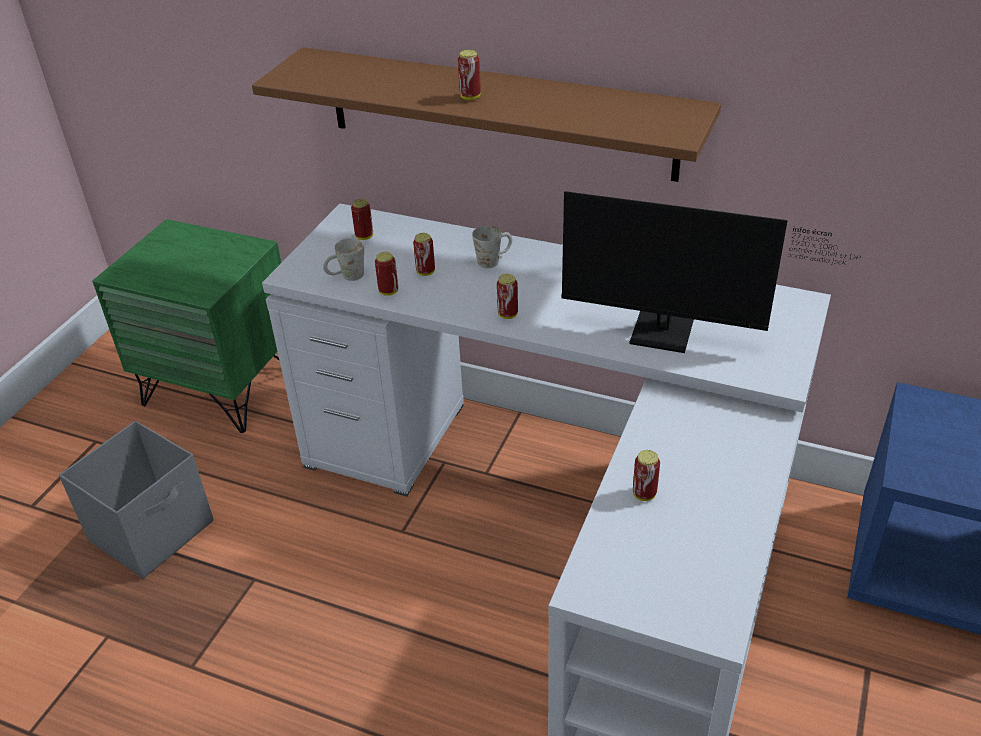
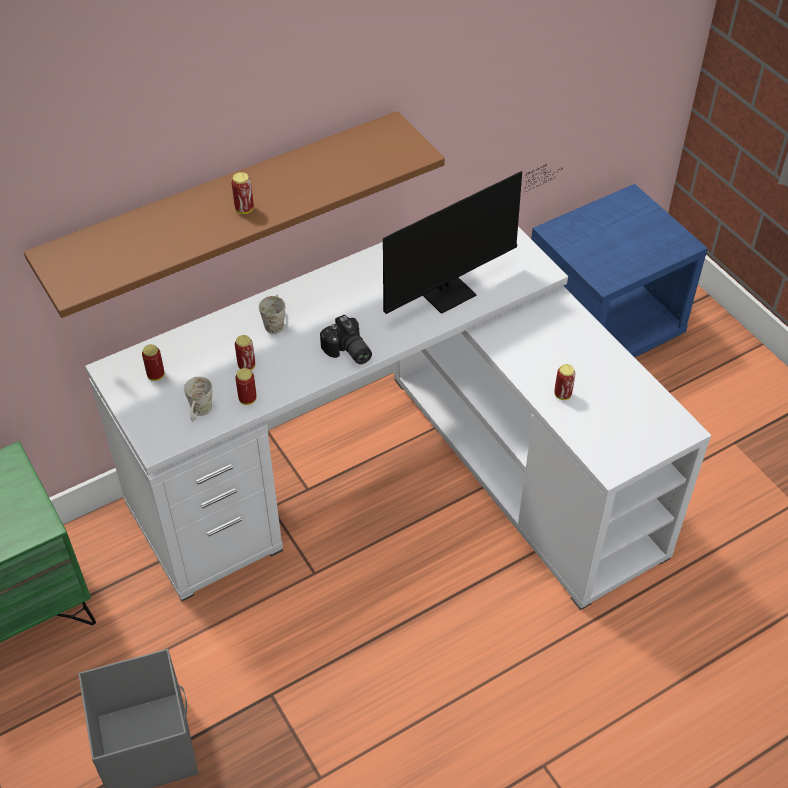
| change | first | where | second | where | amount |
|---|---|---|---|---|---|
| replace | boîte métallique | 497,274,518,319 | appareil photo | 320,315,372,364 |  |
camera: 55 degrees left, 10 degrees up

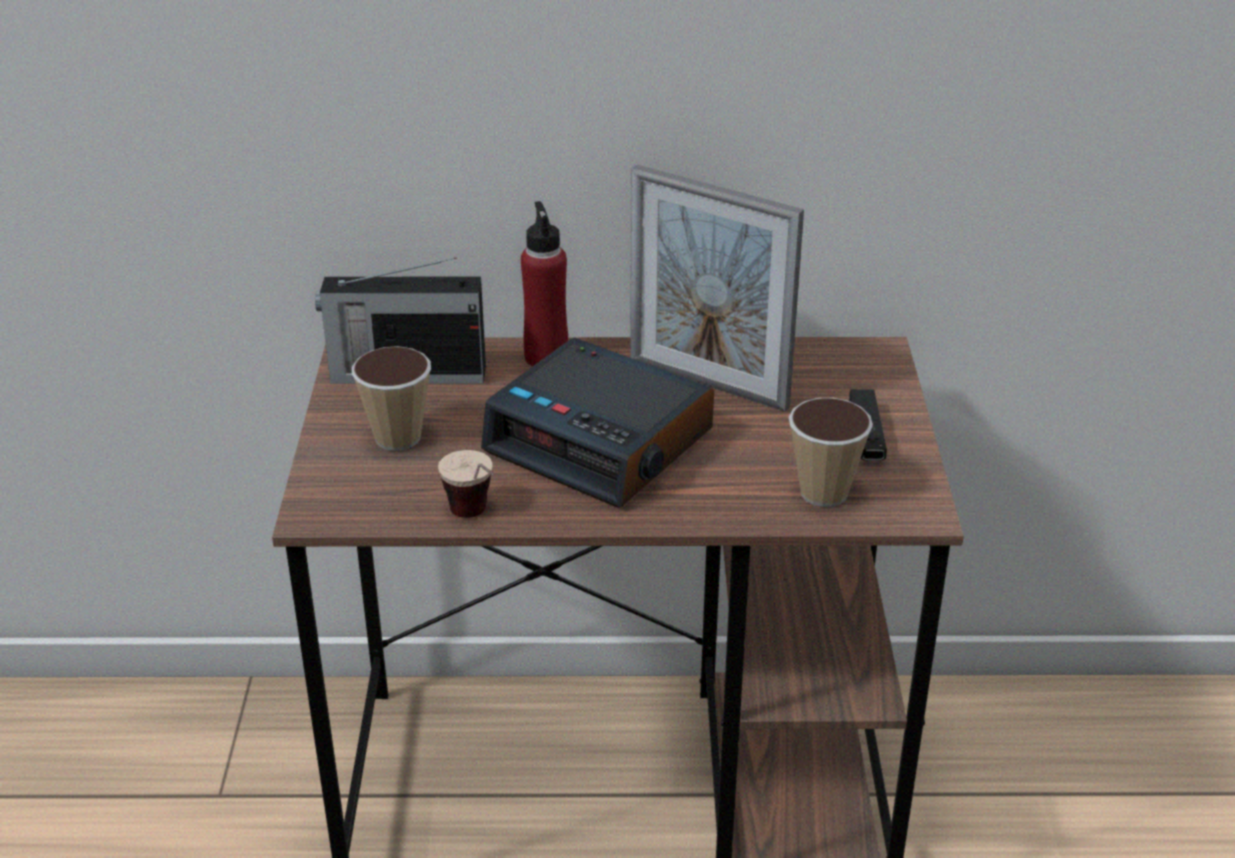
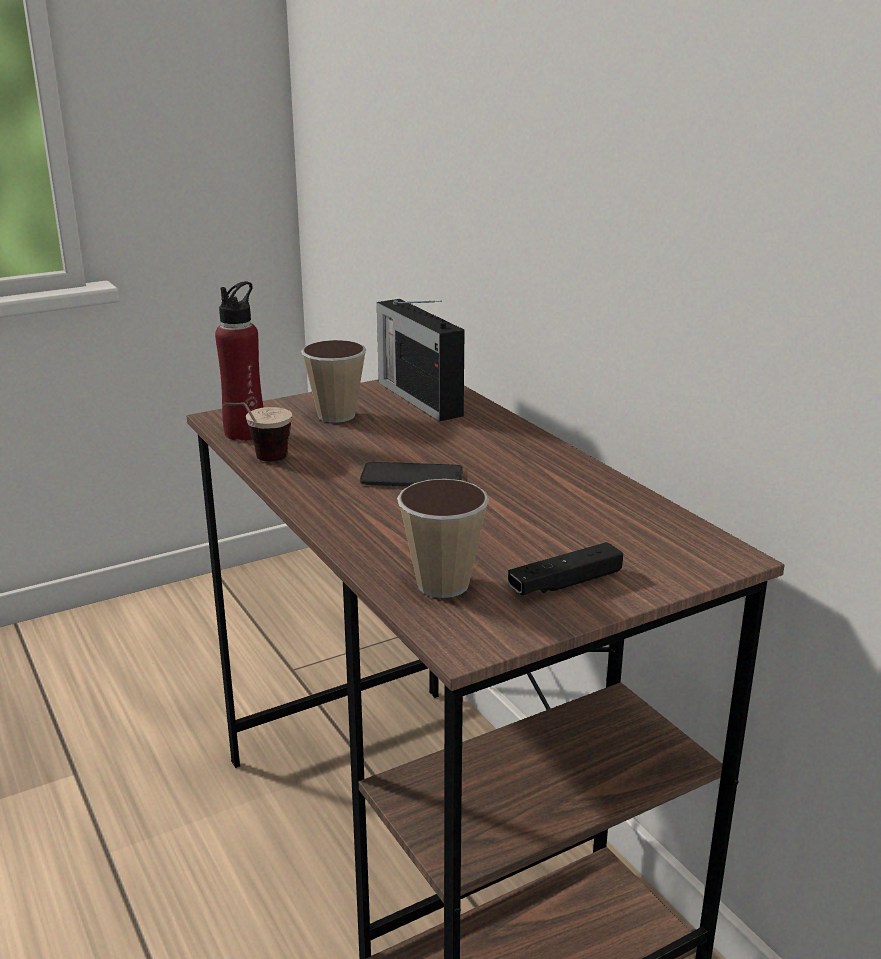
| change | first | where | second | where | amount |
|---|---|---|---|---|---|
| delete | cadre photo | 630,165,804,412 |  |  |  |
| move | bouteille [rouge] | 521,201,569,366 |  | 215,281,263,441 |  |
| replace | réveil | 481,337,714,508 | téléphone | 360,462,463,486 |  |
camera: 60 degrees right, 10 degrees down

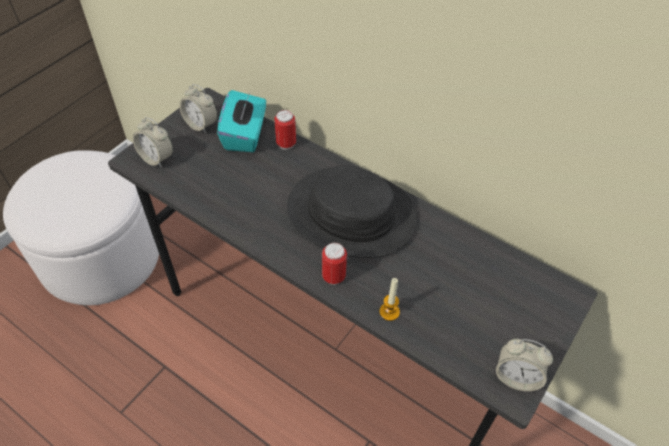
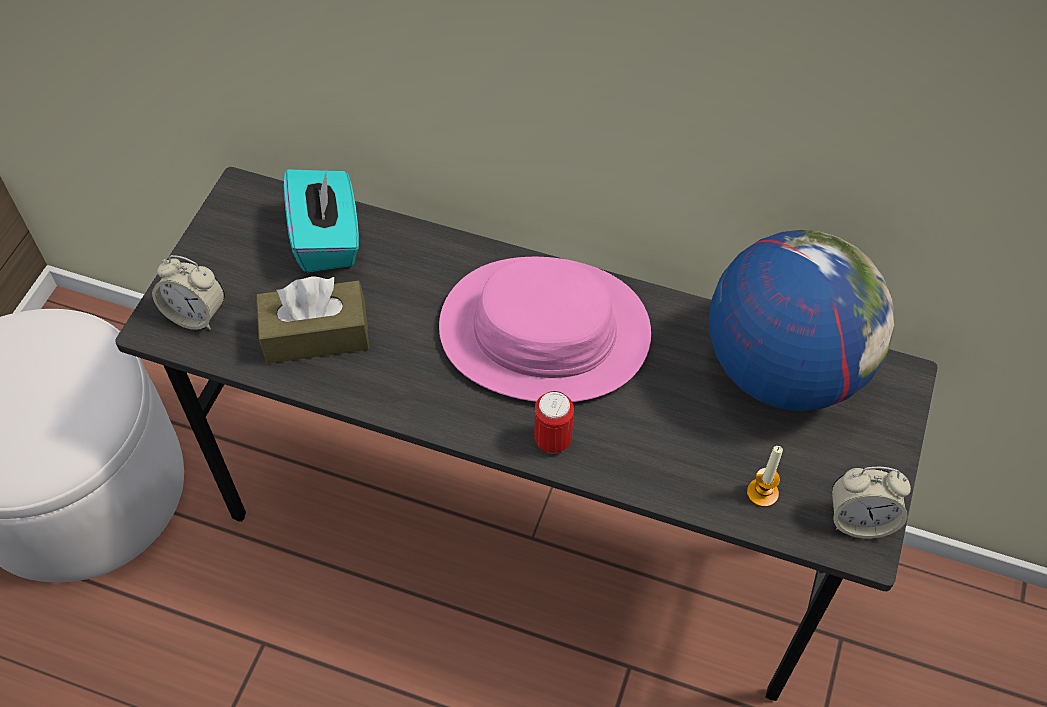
| change | first | where | second | where | amount |
|---|---|---|---|---|---|
| delete | réveil | 180,84,218,134 |  |  |  |
| delete | boîte métallique | 274,110,296,150 |  |  |  |
| insert |  |  | boîte à mouchoirs [marron] | 256,276,370,364 |  |
| insert |  |  | globe | 709,230,894,411 |  |
| move | bougie | 379,278,400,321 |  | 747,446,783,507 |  |
| recolor | chapeau [noir] | 287,166,417,258 | chapeau [rose] | 439,257,651,402 |  |
camera: 15 degrees left, 5 degrees up

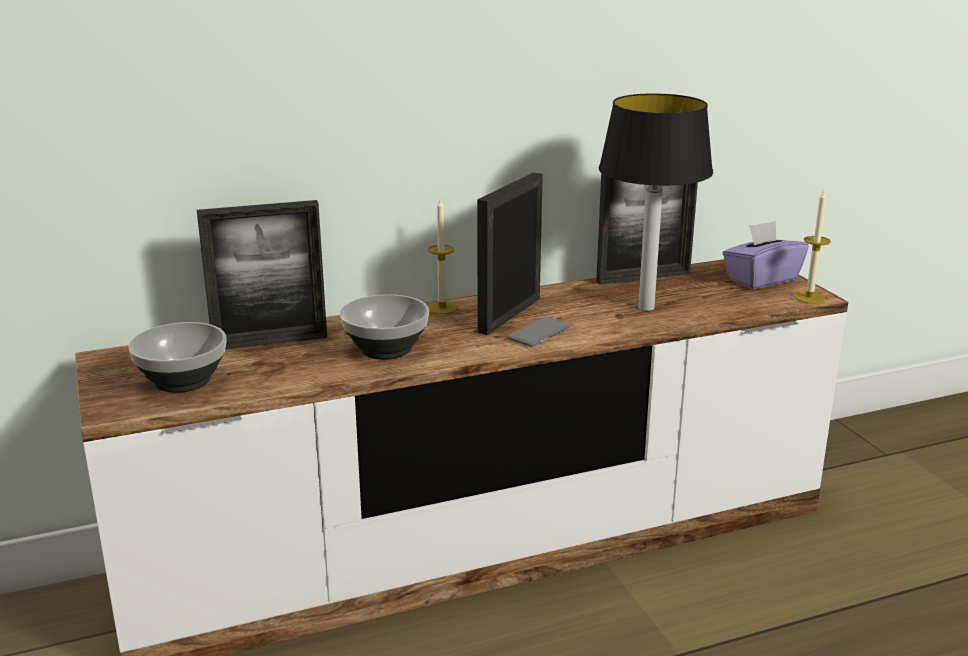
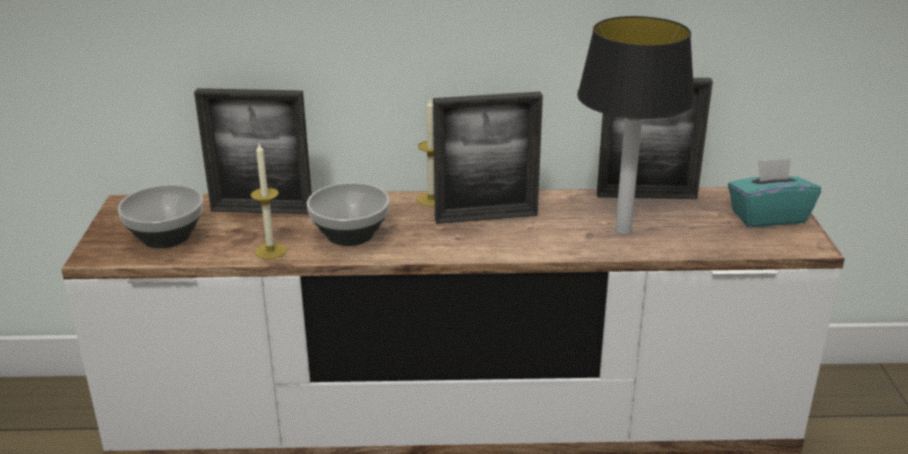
| change | first | where | second | where | amount |
|---|---|---|---|---|---|
| delete | téléphone | 507,317,570,347 |  |  |  |
| move | bougie | 794,191,831,304 |  | 250,143,287,259 |  |
| recolor | boîte à mouchoirs [violet] | 723,221,809,290 | boîte à mouchoirs [turquoise] | 728,158,821,227 |  |
| rotate | cadre photo | 477,173,543,335 |  | 433,92,543,224 | 150 degrees counterclockwise |
camera: 20 degrees right, 5 degrees up

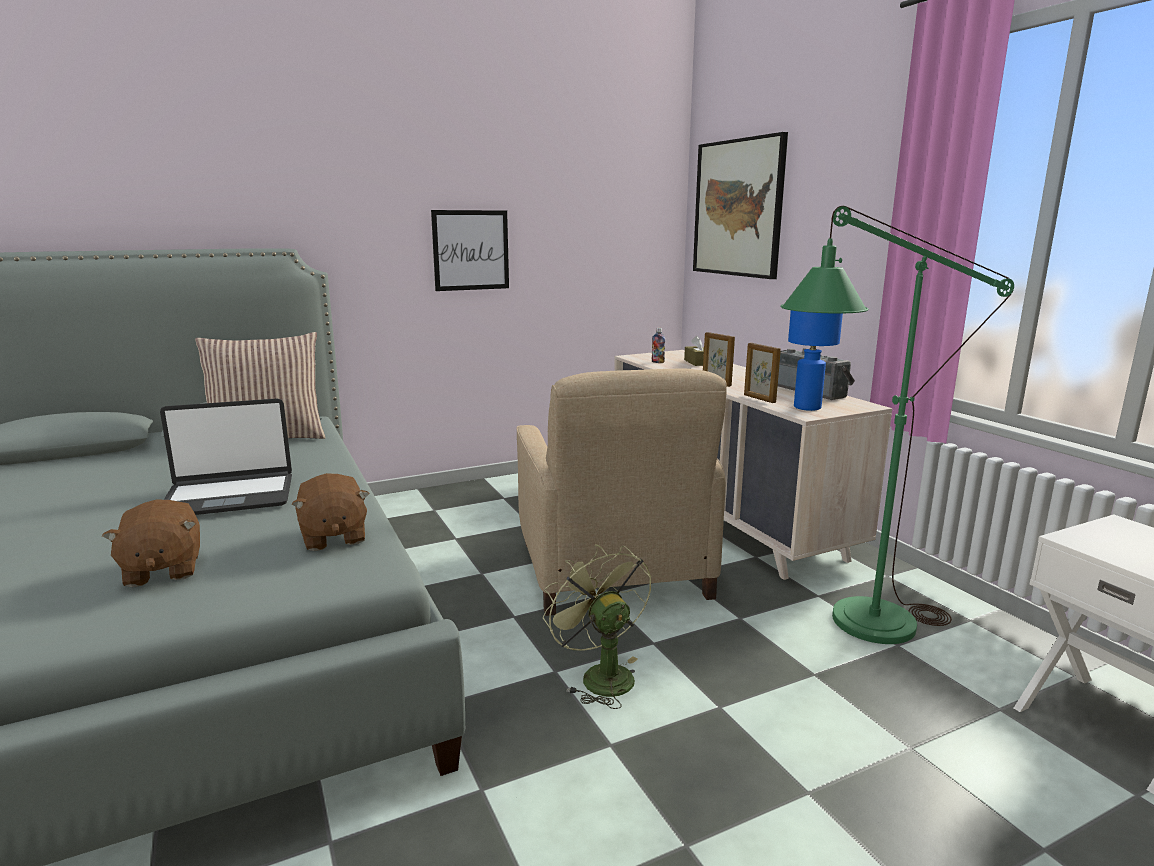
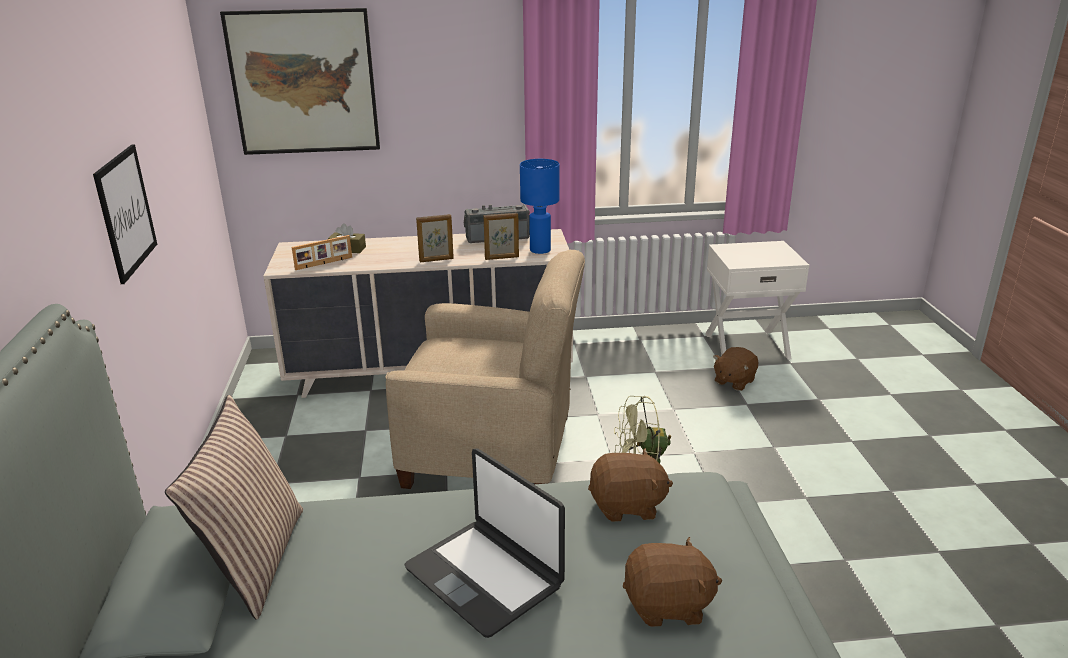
| change | first | where | second | where | amount |
|---|---|---|---|---|---|
| delete | lampadaire [vert] | 781,206,1014,644 |  |  |  |
| insert |  |  | peluche [marron] | 713,347,758,391 |  |
| replace | bouteille | 652,328,665,363 | cadre photo | 292,235,352,270 |  |
| rotate | ordinateur portable | 160,398,292,515 |  | 404,448,565,638 | 135 degrees clockwise |
camera: 70 degrees left, 10 degrees up

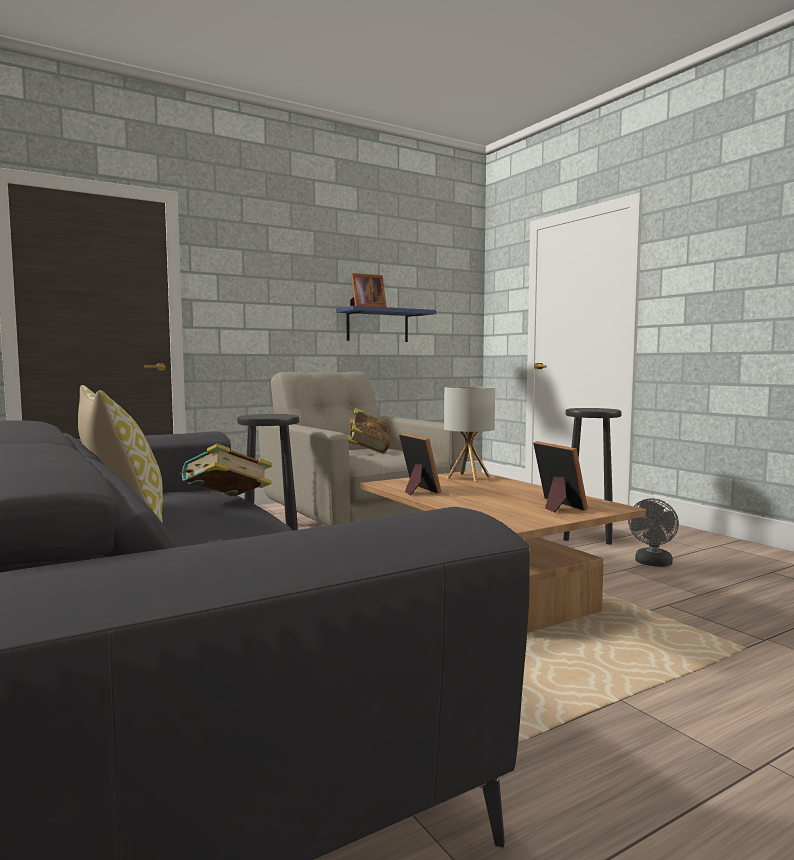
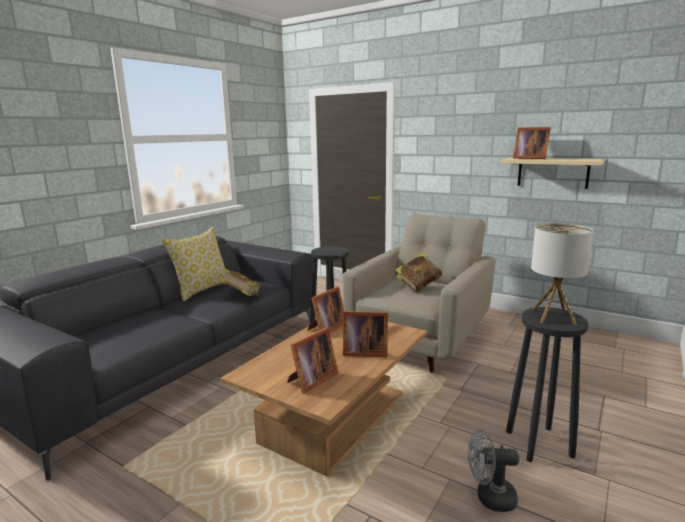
| change | first | where | second | where | amount |
|---|---|---|---|---|---|
| insert |  |  | cadre photo | 343,311,388,357 |  |
| move | lampe de table | 444,386,495,482 |  | 531,223,593,324 |  |
| recolor | étagère [bleu] | 336,306,436,342 | étagère [beige] | 501,158,604,189 |  |
camera: 65 degrees right, 10 degrees up

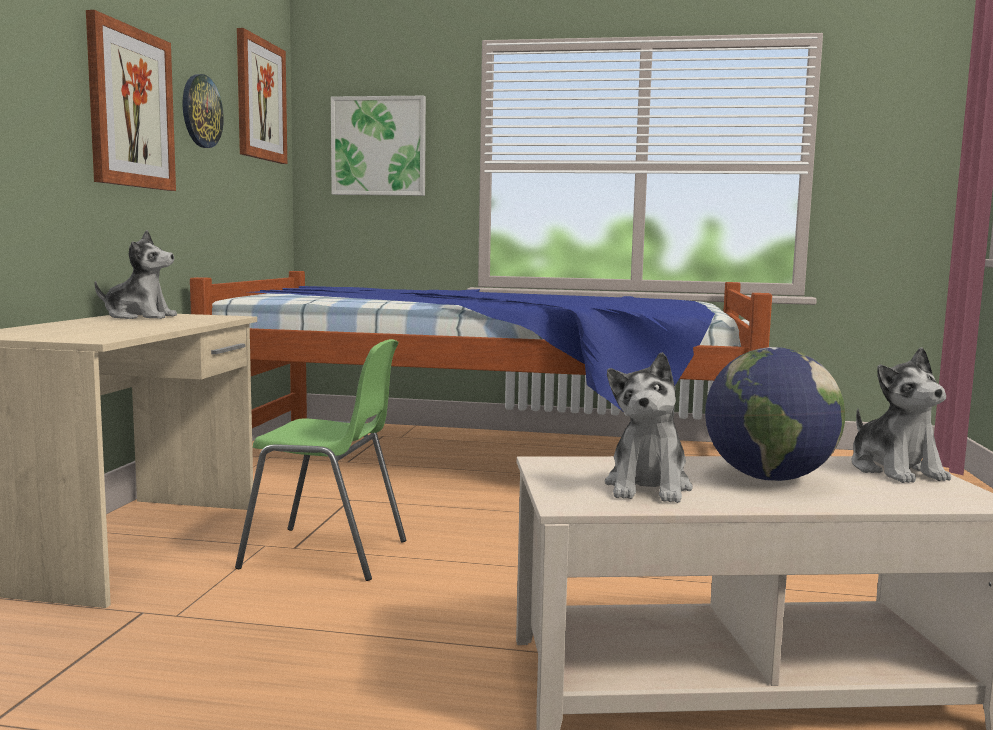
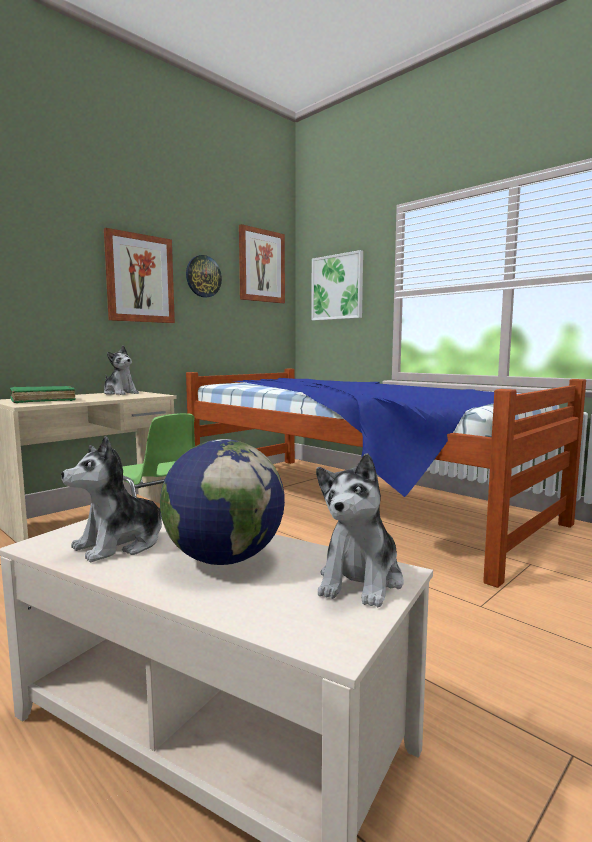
| change | first | where | second | where | amount |
|---|---|---|---|---|---|
| insert |  |  | livre [vert] | 10,386,76,403 |  |
camera: 35 degrees right, 0 degrees up

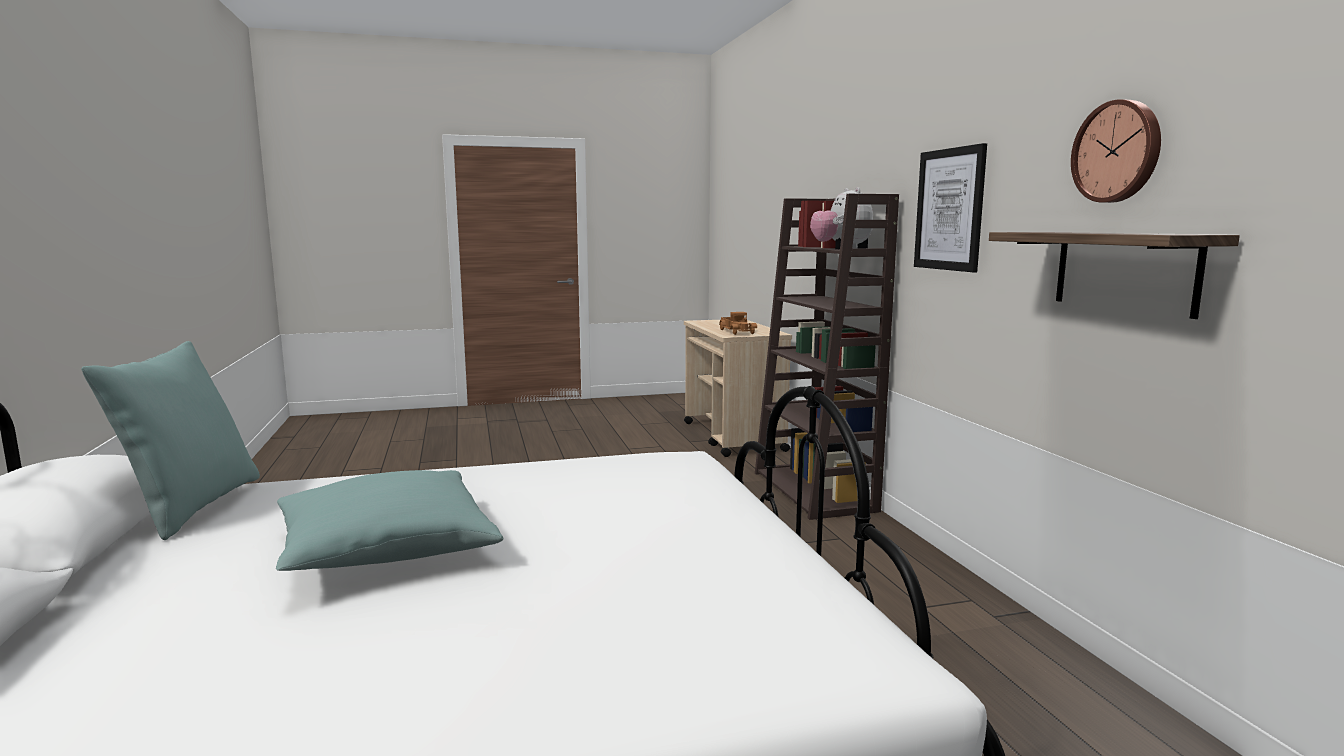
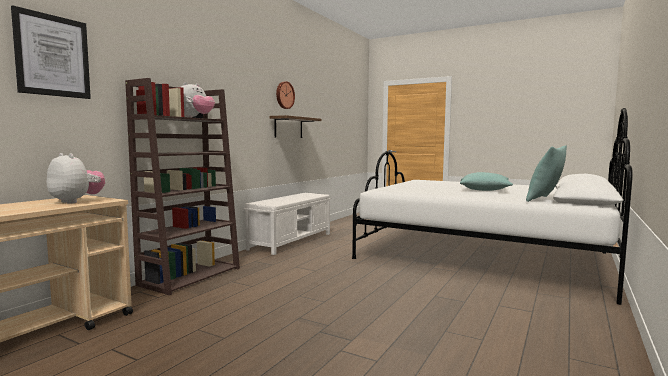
| change | first | where | second | where | amount |
|---|---|---|---|---|---|
| insert |  |  | banc [blanc] | 244,193,331,255 |  |
| move | tableau | 914,143,987,272 |  | 11,5,91,99 |  |
| replace | camion jouet | 719,312,757,335 | peluche | 47,153,105,204 |  |
camera: 135 degrees left, 5 degrees down

